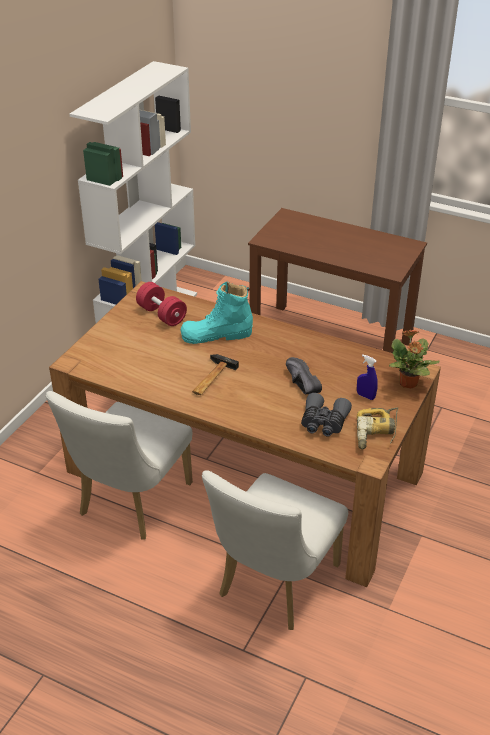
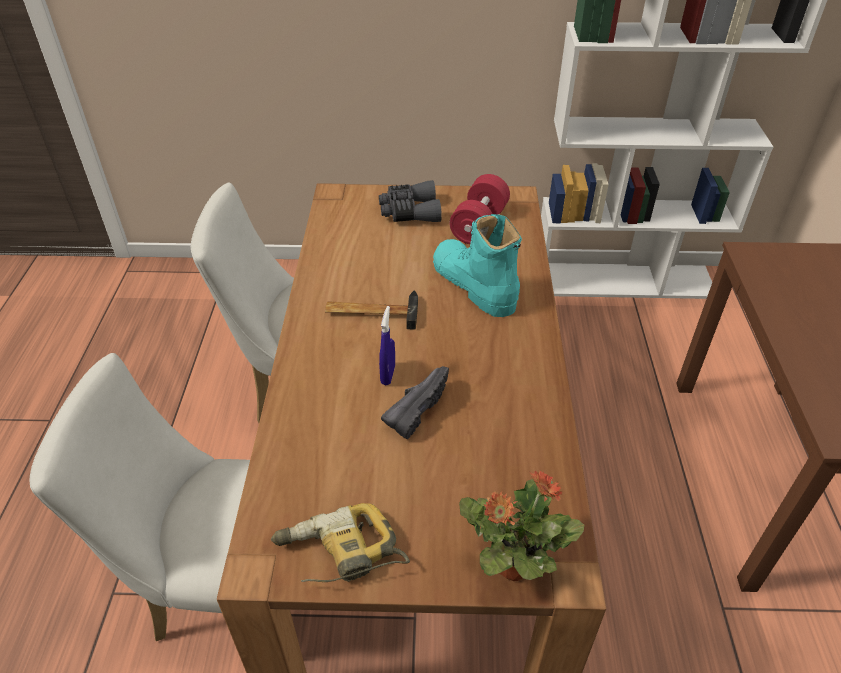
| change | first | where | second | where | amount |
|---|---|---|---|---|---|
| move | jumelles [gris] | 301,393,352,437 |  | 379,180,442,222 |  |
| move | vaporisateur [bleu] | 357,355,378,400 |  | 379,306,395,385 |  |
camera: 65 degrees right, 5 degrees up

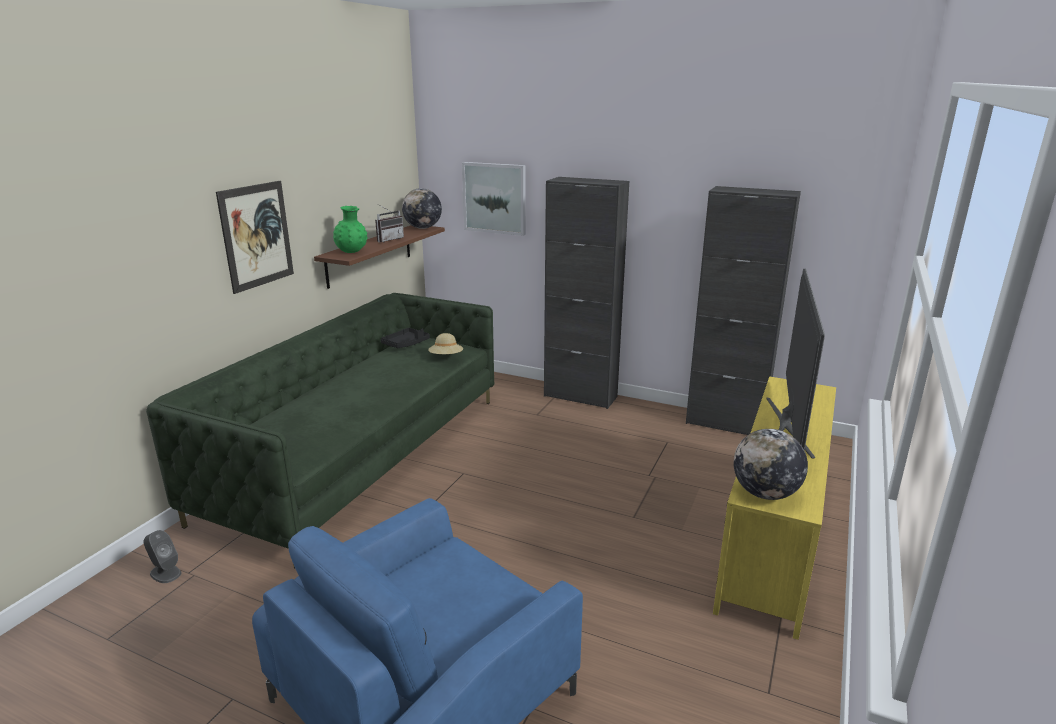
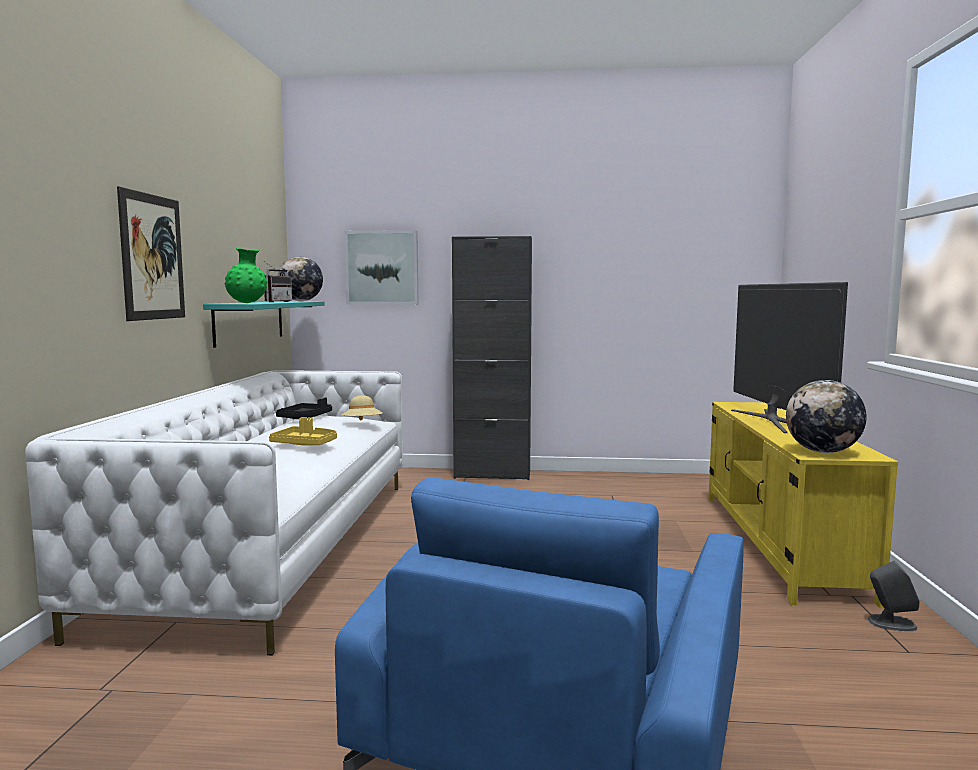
| change | first | where | second | where | amount |
|---|---|---|---|---|---|
| delete | meuble de rangement [noir] | 686,186,801,435 |  |  |  |
| insert |  |  | plateau [jaune] | 269,417,337,446 |  |
| move | enceinte [gris] | 144,530,181,583 |  | 868,560,920,631 |  |
| recolor | canapé [vert] | 146,293,494,568 | canapé [blanc] | 25,370,404,655 |  |
| recolor | étagère [marron] | 314,225,445,289 | étagère [turquoise] | 203,301,325,348 |  |
camera: 20 degrees left, 15 degrees down

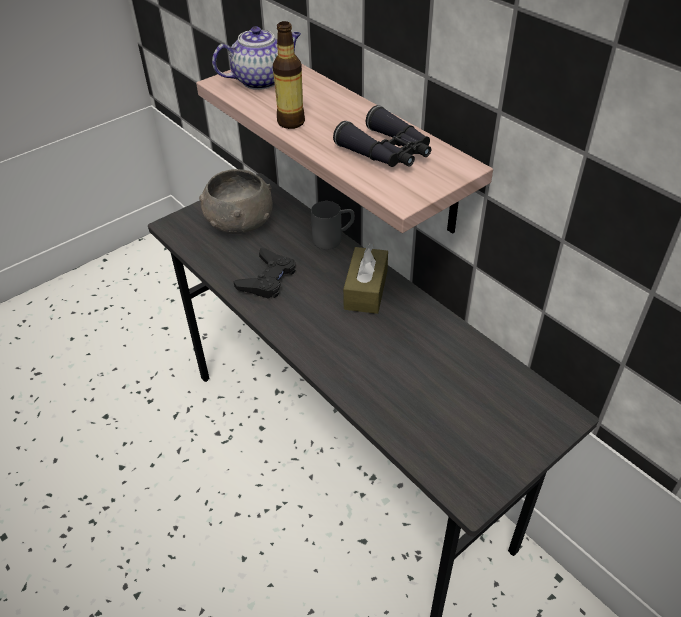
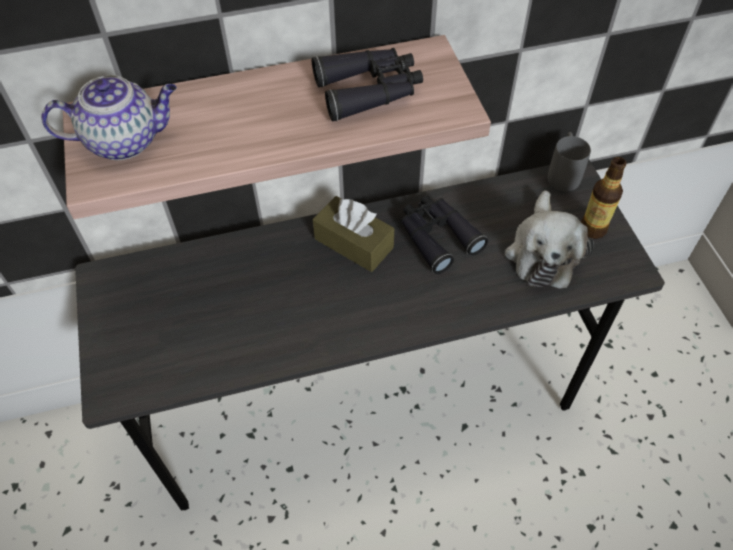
| change | first | where | second | where | amount |
|---|---|---|---|---|---|
| delete | bol [gris] | 199,169,272,234 |  |  |  |
| delete | manette [noir] | 234,248,296,299 |  |  |  |
| insert |  |  | jumelles [noir] | 401,196,488,274 |  |
| insert |  |  | peluche | 505,190,594,288 |  |
| move | bouteille | 273,21,305,129 |  | 581,157,626,239 |  |
| move | mug [gris] | 311,201,355,250 |  | 548,132,591,192 |  |
| rotate | théière | 212,26,301,90 |  | 41,75,177,160 | 75 degrees clockwise |
camera: 65 degrees left, 10 degrees up

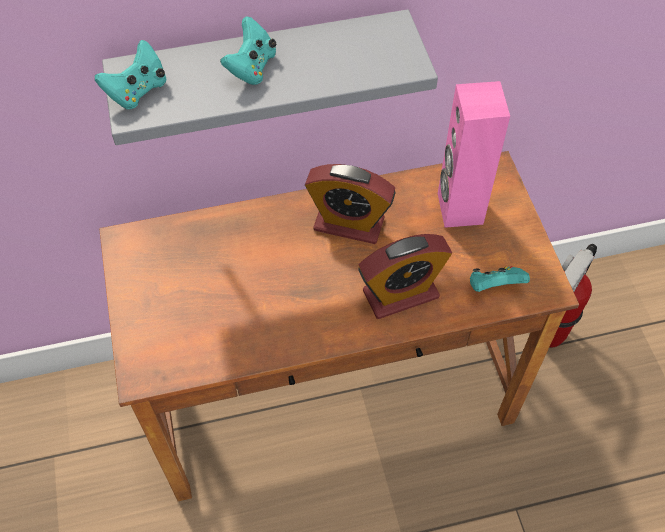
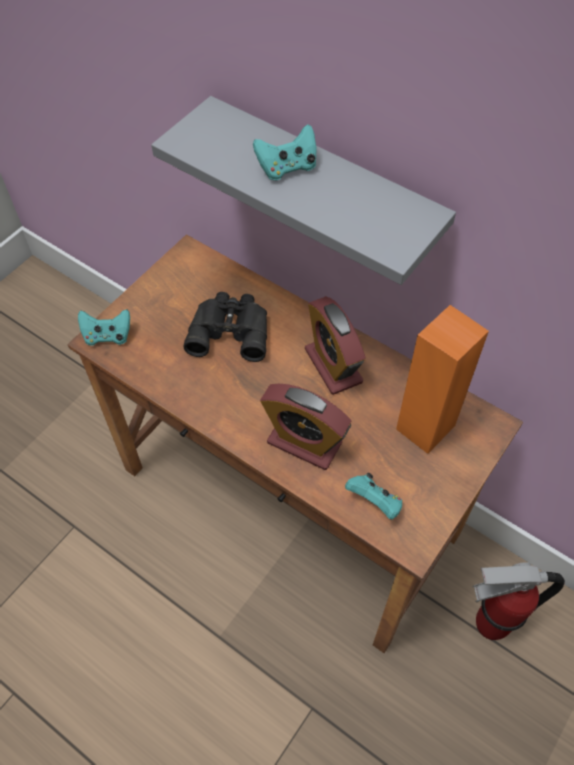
| change | first | where | second | where | amount |
|---|---|---|---|---|---|
| insert |  |  | jumelles [noir] | 183,292,267,362 |  |
| move | manette [turquoise] | 95,40,166,109 |  | 78,309,130,346 |  |
| recolor | enceinte [rose] | 438,81,510,228 | enceinte [orange] | 396,305,489,454 |  |
camera: 50 degrees right, 0 degrees up

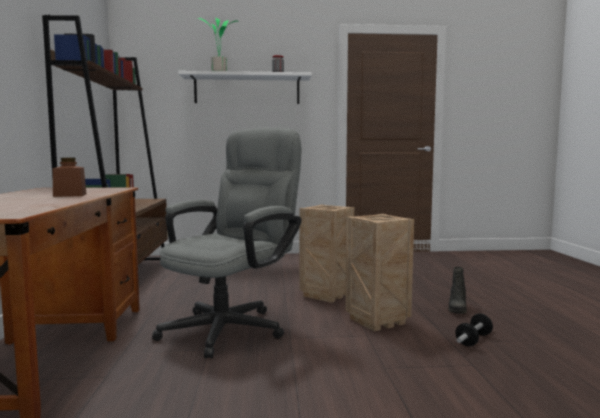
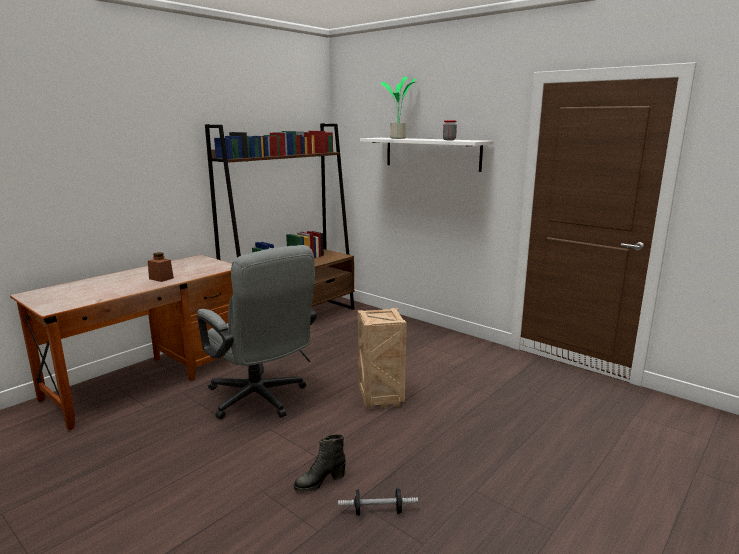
| change | first | where | second | where | amount |
|---|---|---|---|---|---|
| delete | caisse | 345,214,414,332 |  |  |  |
| move | botte [noir] | 448,267,467,314 |  | 294,434,346,492 |  |
| rotate | chaise de bureau [gris] | 152,128,302,358 |  | 197,245,317,419 | 60 degrees clockwise |
camera: 45 degrees right, 10 degrees up

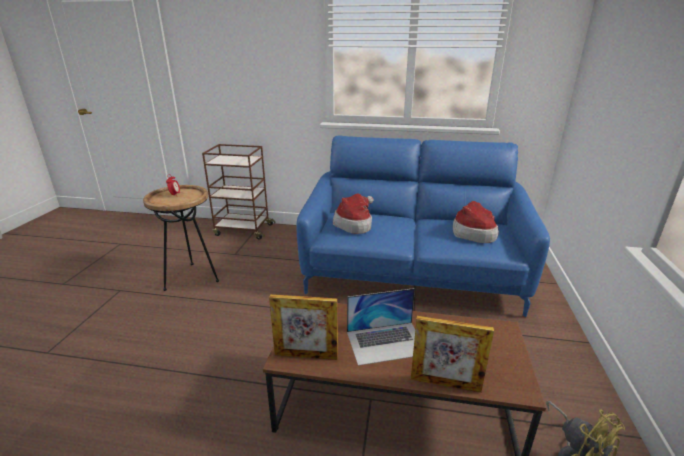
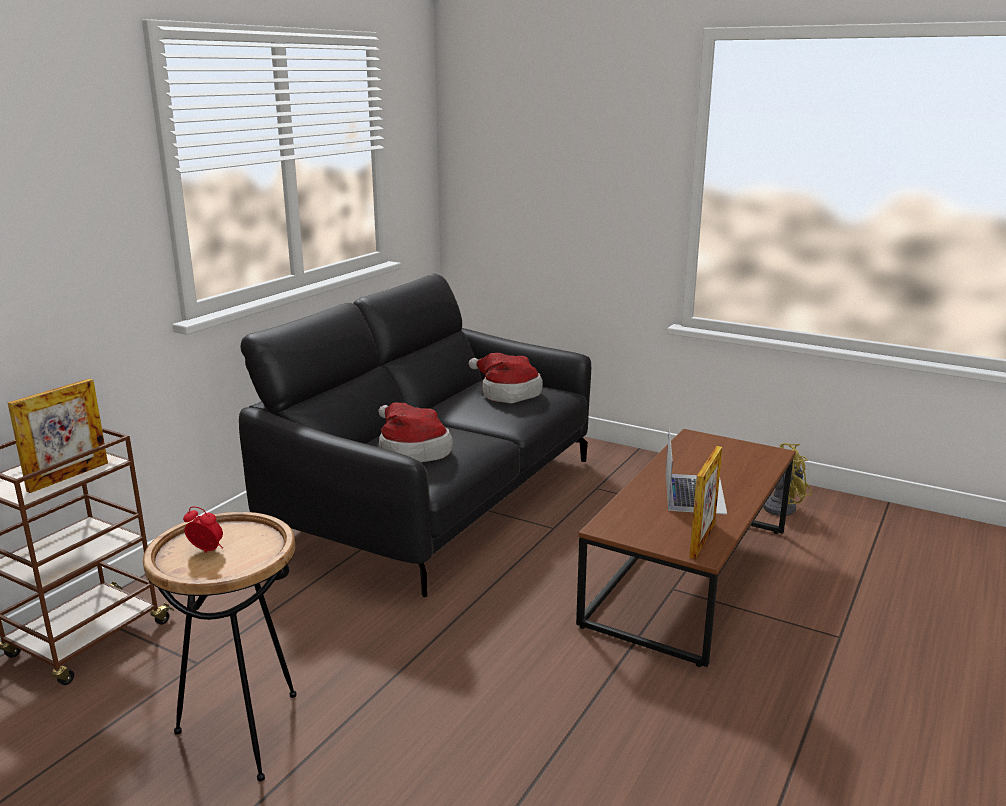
| change | first | where | second | where | amount |
|---|---|---|---|---|---|
| move | cadre photo | 410,316,494,393 |  | 8,378,108,493 |  |
| recolor | canapé [bleu] | 297,135,550,317 | canapé [noir] | 239,273,591,597 |  |
camera: 70 degrees left, 5 degrees down

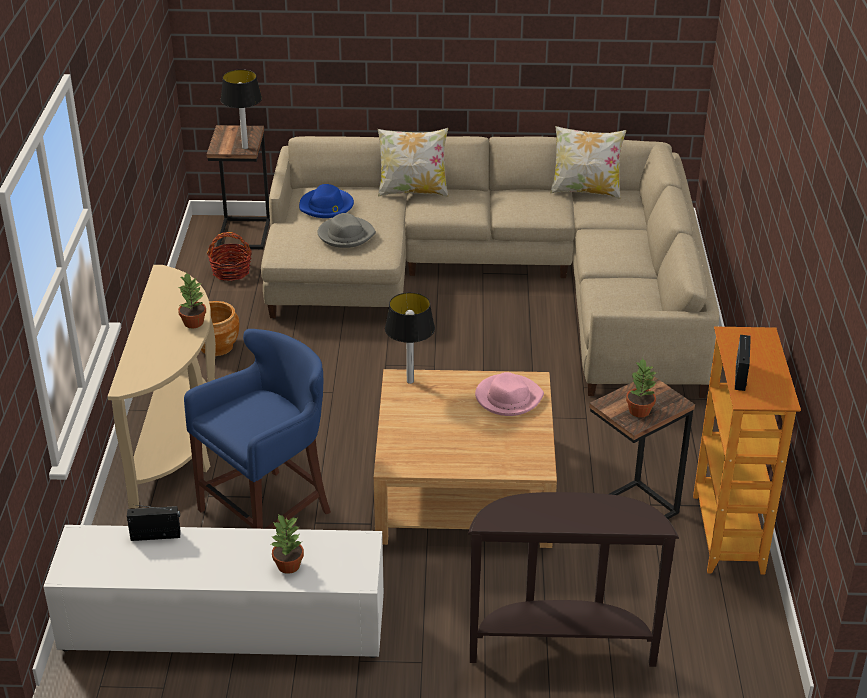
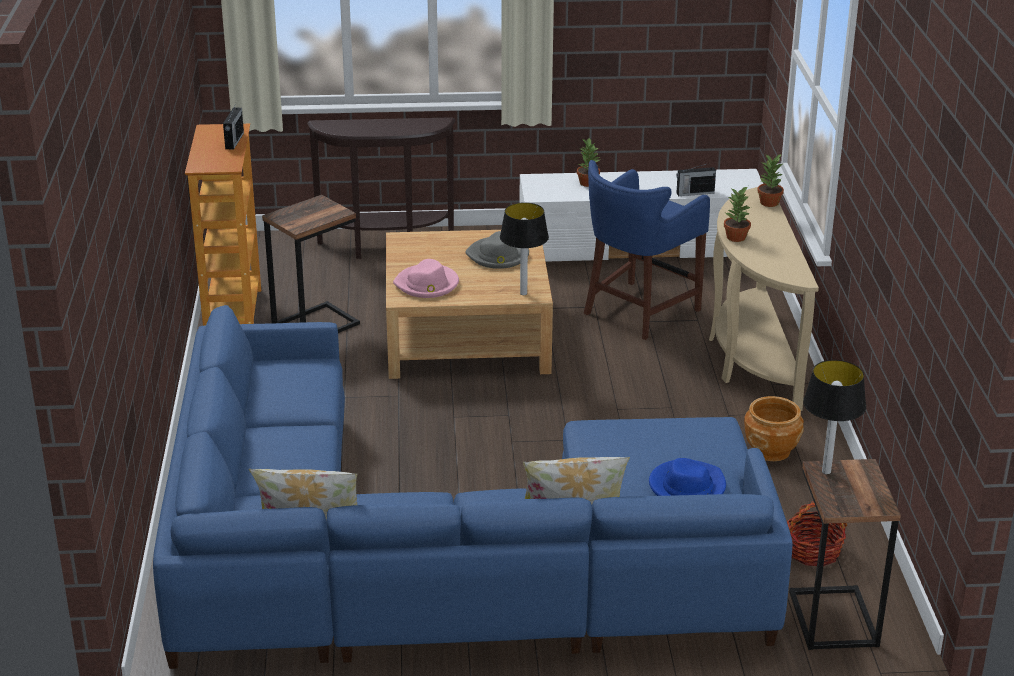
| change | first | where | second | where | amount |
|---|---|---|---|---|---|
| move | chapeau [gris] | 318,213,376,248 |  | 465,231,529,269 |  |
| move | plante en pot | 626,358,658,418 |  | 757,154,784,207 |  |
| recolor | canapé [beige] | 261,136,719,398 | canapé [bleu] | 153,305,793,669 |  |
camera: 175 degrees right, 5 degrees down

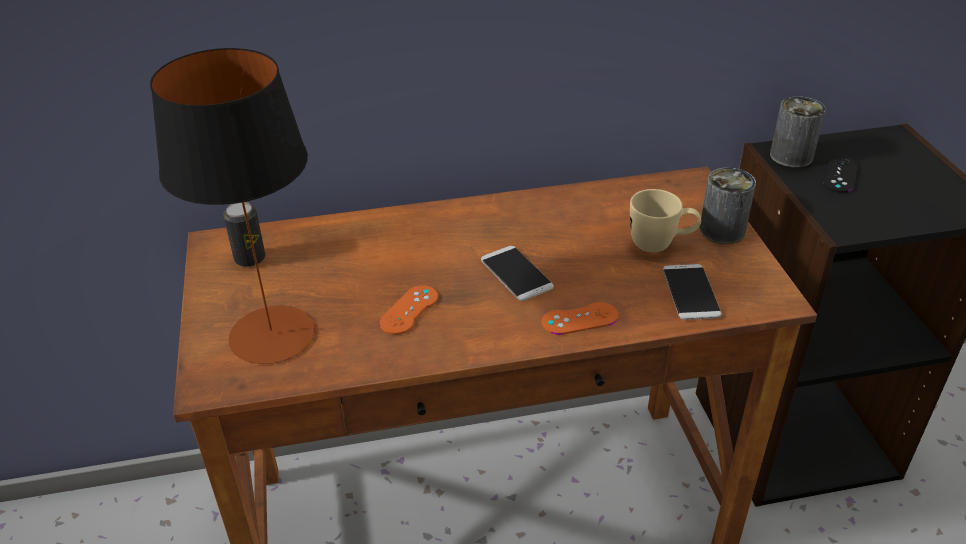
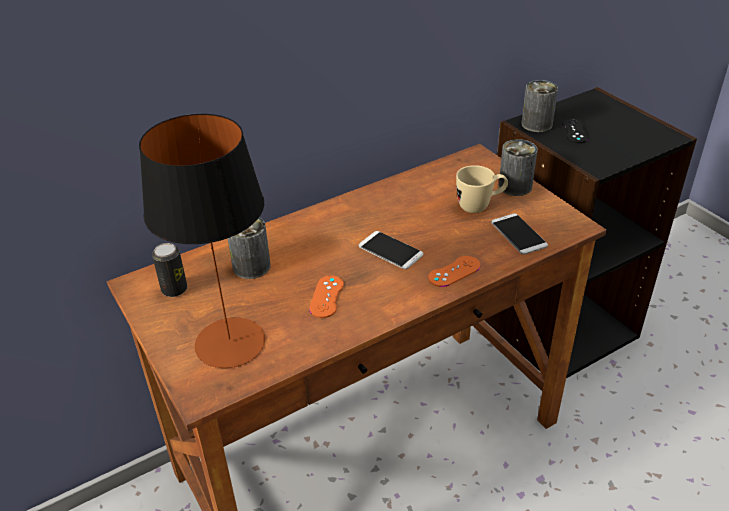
| change | first | where | second | where | amount |
|---|---|---|---|---|---|
| insert |  |  | boîte métallique | 228,217,271,279 |  |
camera: 20 degrees left, 0 degrees up

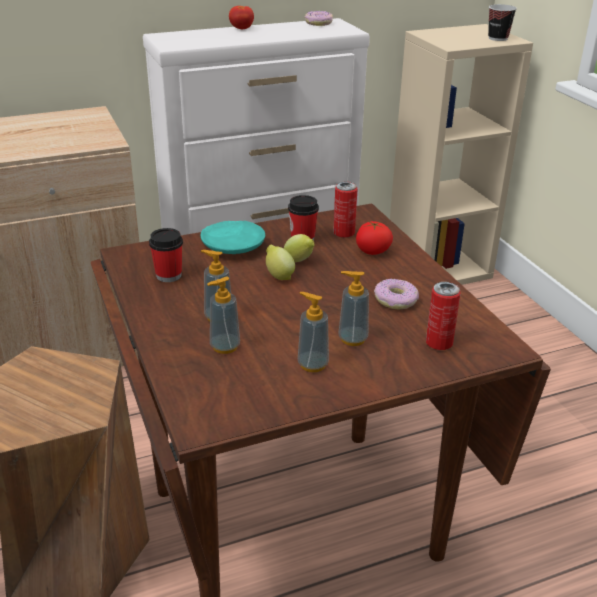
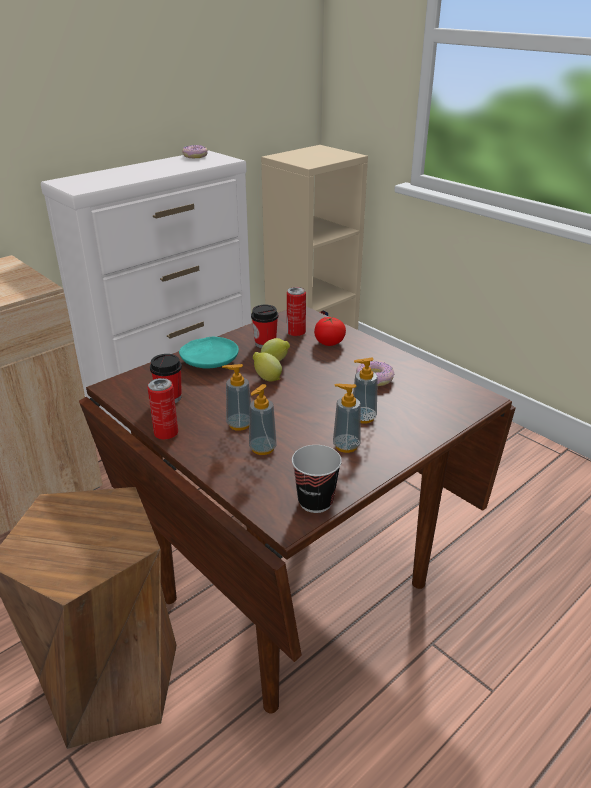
| change | first | where | second | where | amount |
|---|---|---|---|---|---|
| delete | tomate | 229,6,254,29 |  |  |  |
| move | boîte métallique | 426,282,460,350 |  | 147,378,178,439 |  |
| move | tasse | 488,4,517,41 |  | 292,445,342,513 |  |
camera: 20 degrees left, 0 degrees up

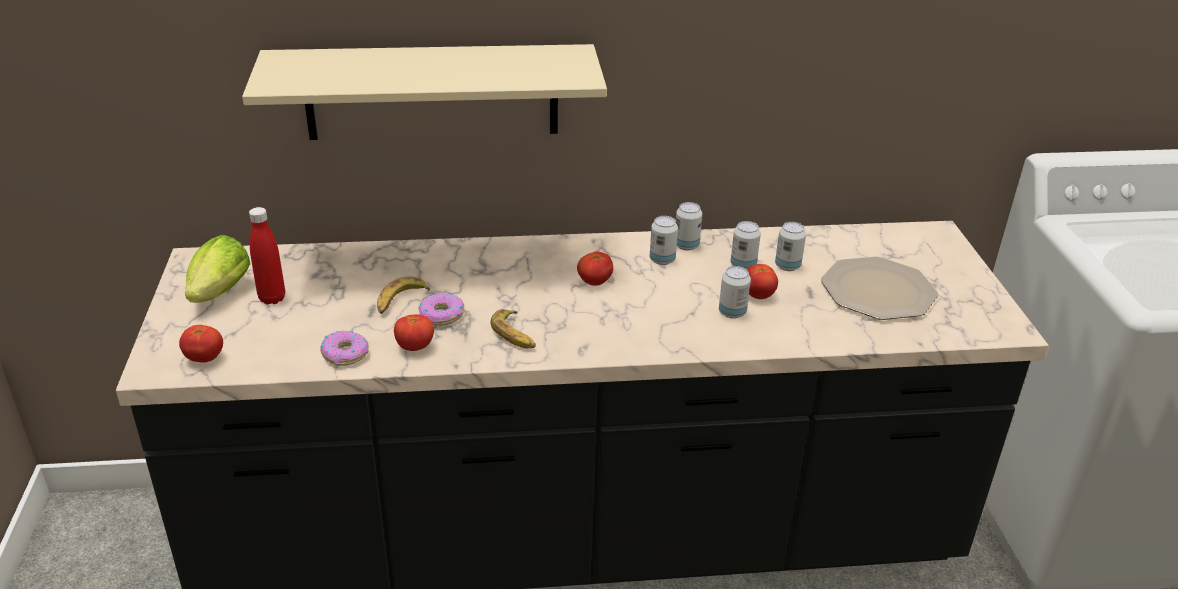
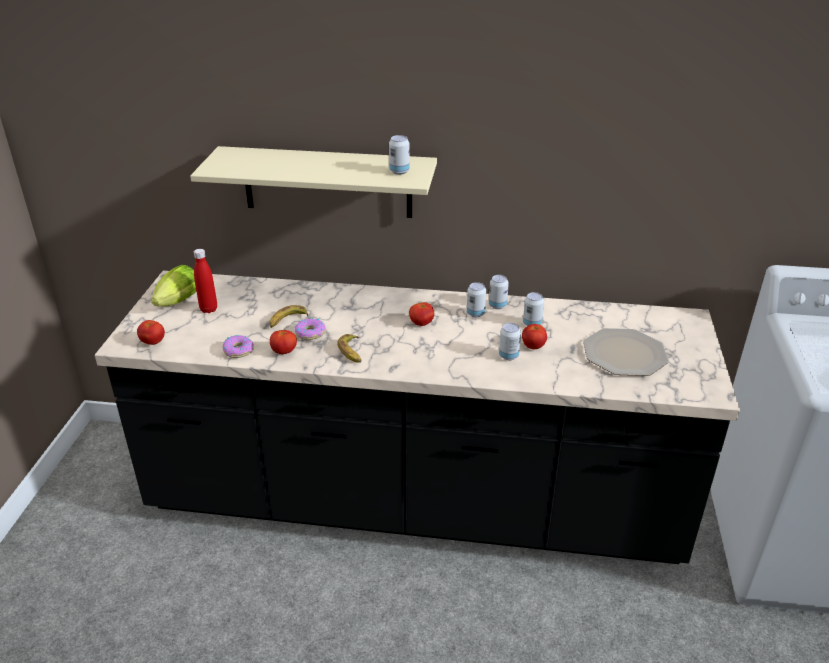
| change | first | where | second | where | amount |
|---|---|---|---|---|---|
| move | boîte métallique | 775,222,806,271 |  | 389,135,410,175 |  |
camera: 15 degrees right, 0 degrees up

